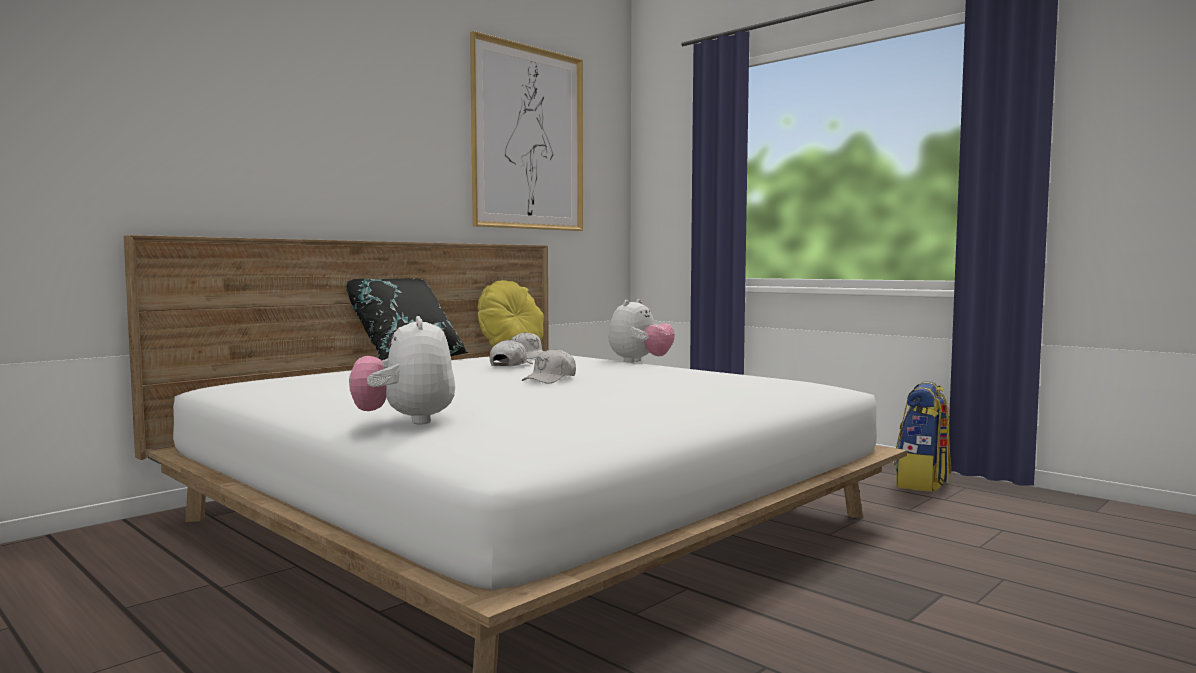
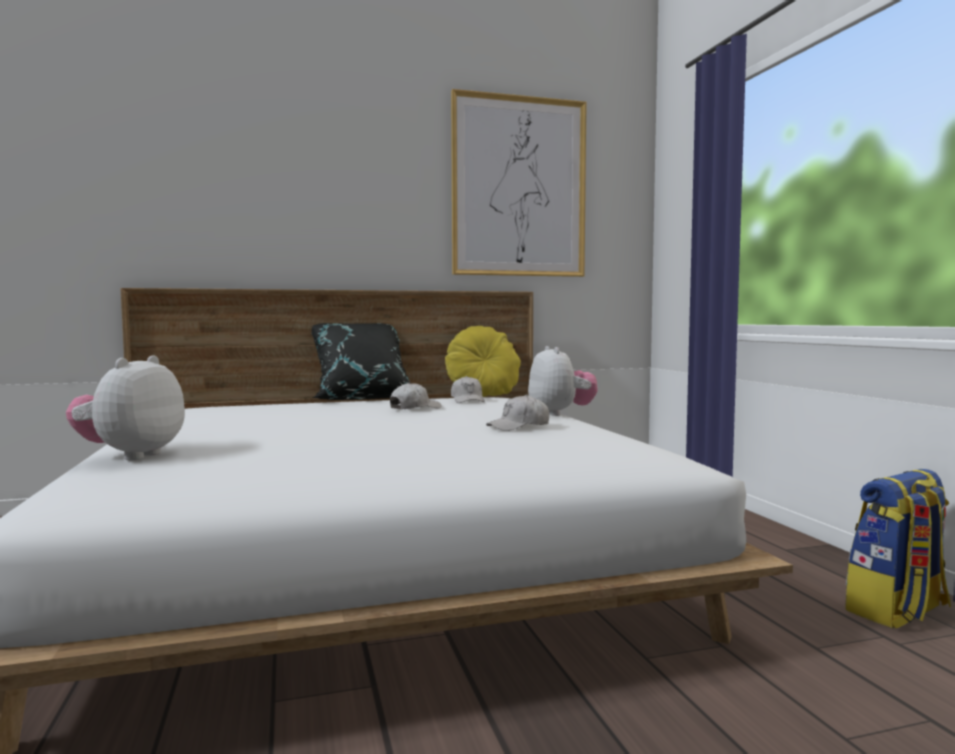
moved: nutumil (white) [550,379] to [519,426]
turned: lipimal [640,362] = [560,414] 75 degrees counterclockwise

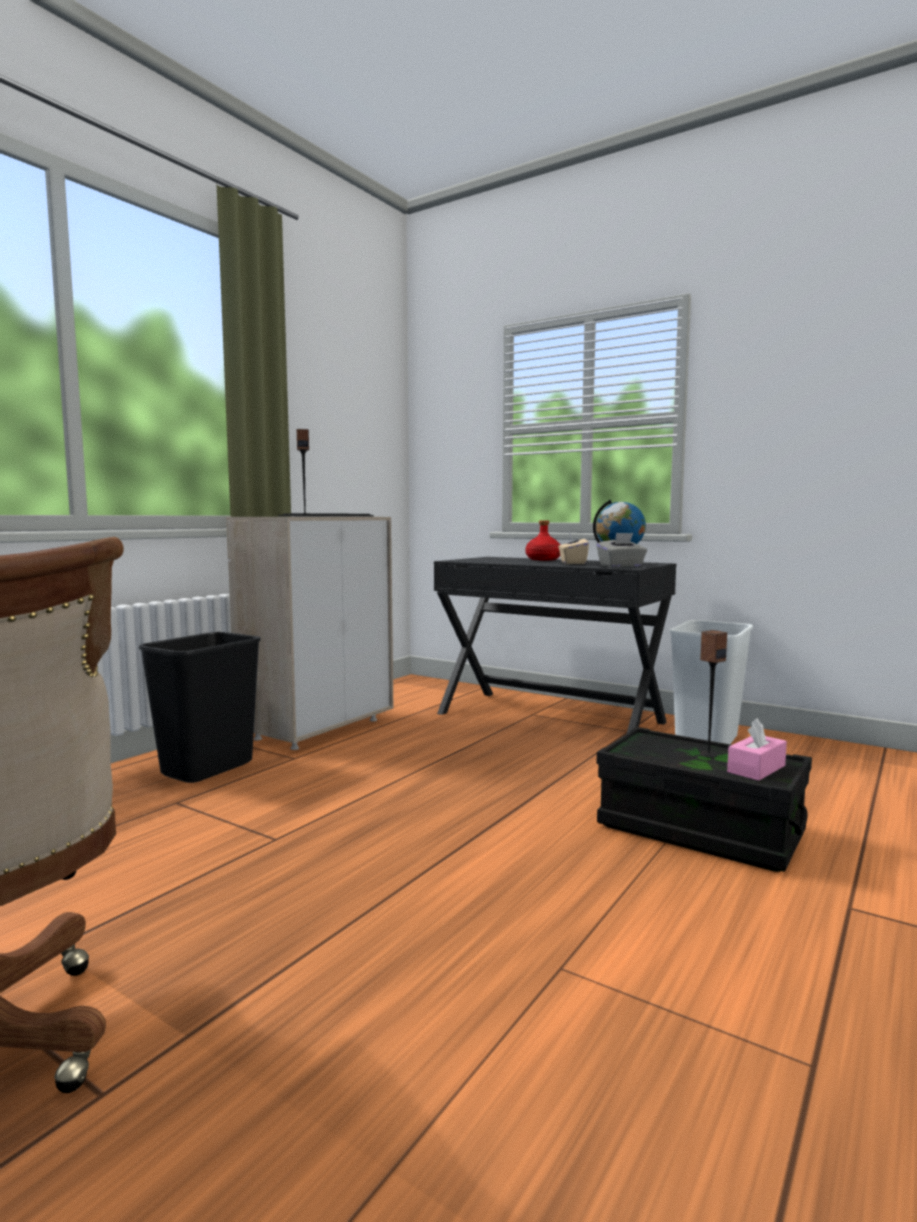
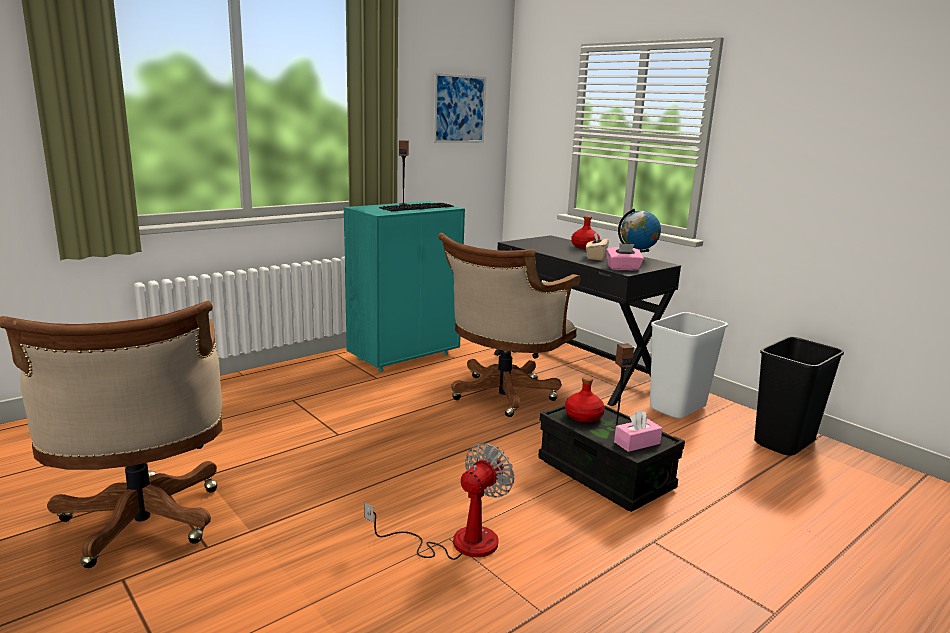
added: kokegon [457,542]; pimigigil [459,109]; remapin [501,396]; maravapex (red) [583,416]
moved: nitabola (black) [207,769] to [783,442]
recoloured: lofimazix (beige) [319,728] to lofimazix (turquoise) [404,356]; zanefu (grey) [621,566] to zanefu (pink) [623,268]

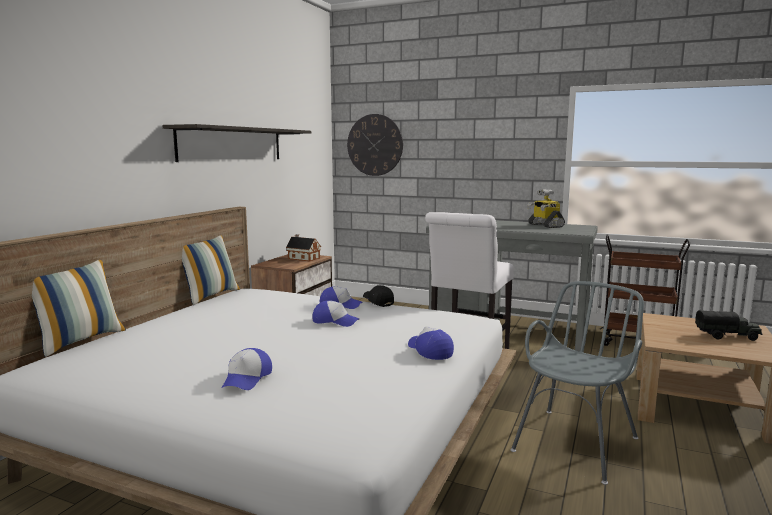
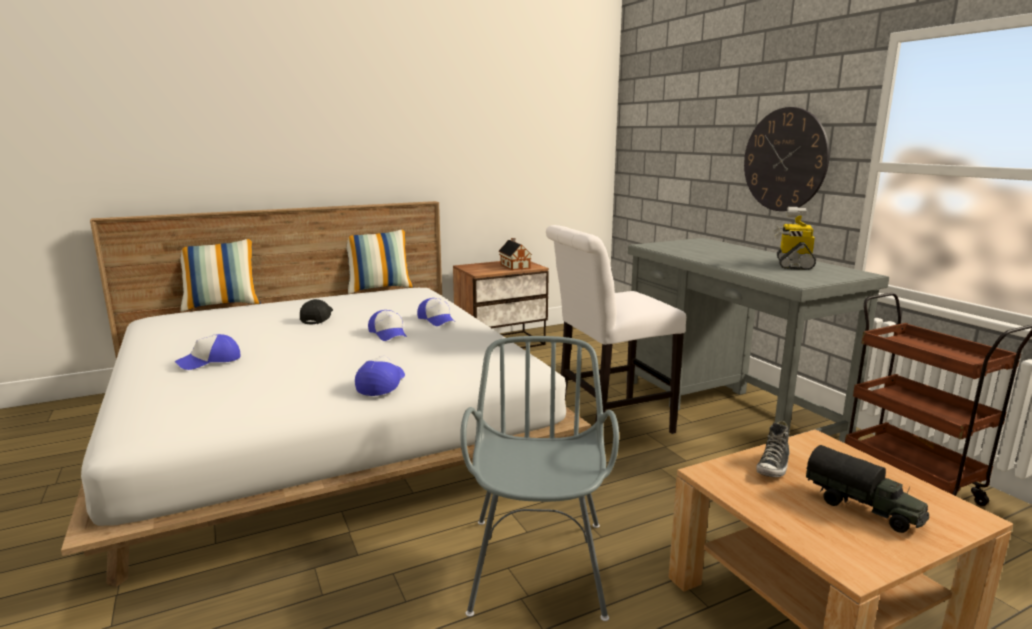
removed: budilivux [232,144]
added: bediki [773,466]
moved: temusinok [375,145] to [785,160]; nutumil (black) [378,302] to [317,318]
turned: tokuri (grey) [576,441] = [538,559] 75 degrees counterclockwise

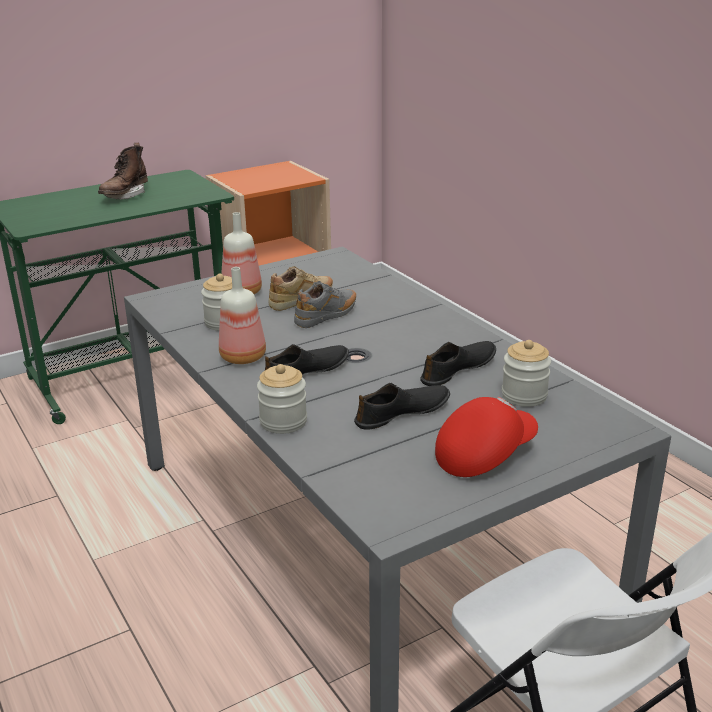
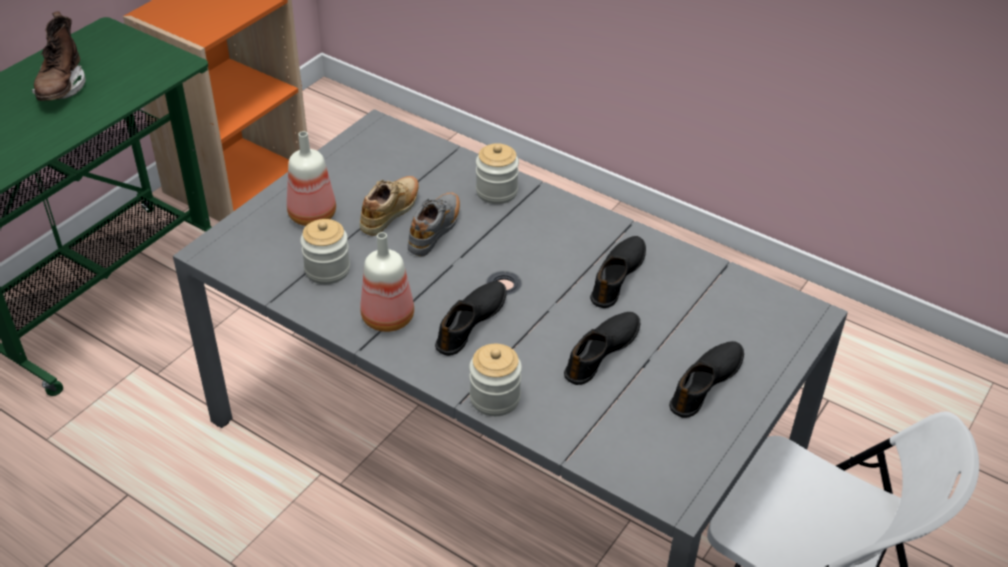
moved: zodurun [524,396] to [496,192]
replaced: nutumil (red) [484,454] to bediki (black) [706,384]

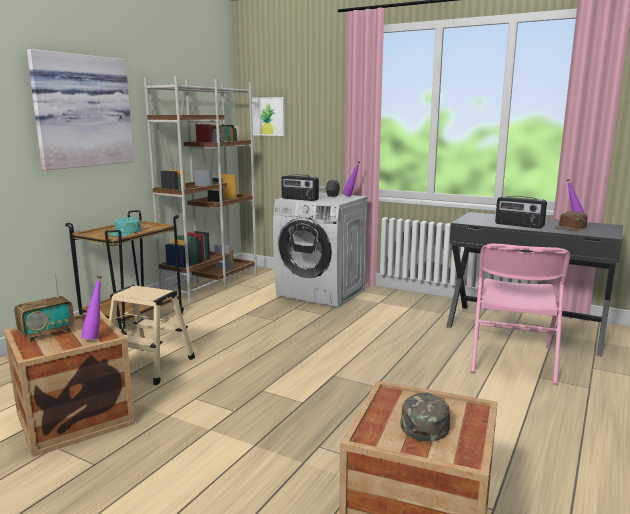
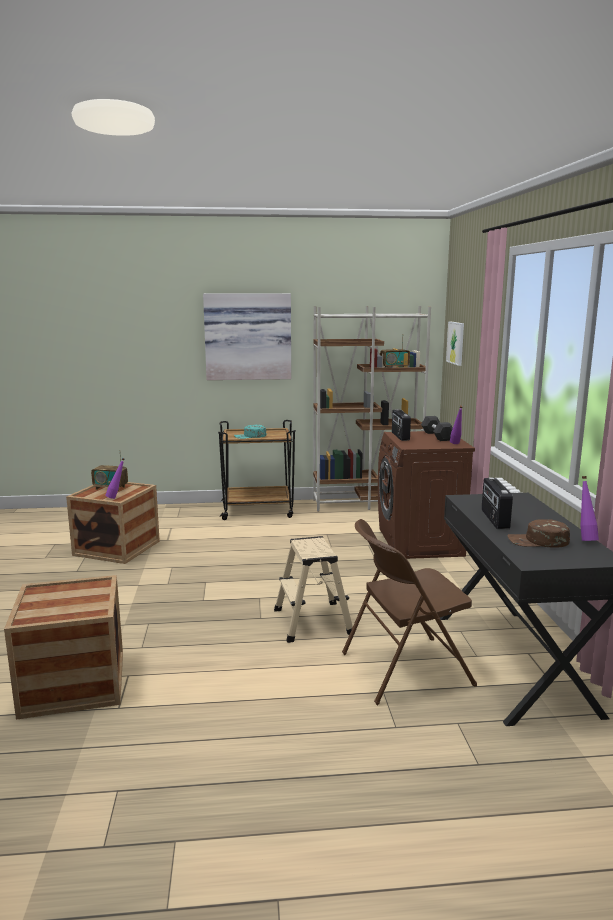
removed: nutumil (green) [425,420]
moved: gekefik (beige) [150,365] to [313,621]
recoloured: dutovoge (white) [321,294] to dutovoge (brown) [420,544]; tokuri (pink) [511,359] to tokuri (brown) [406,668]

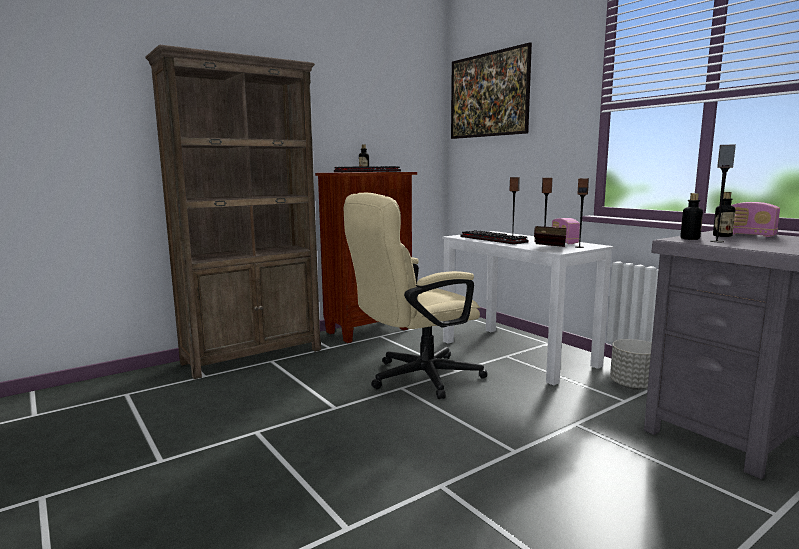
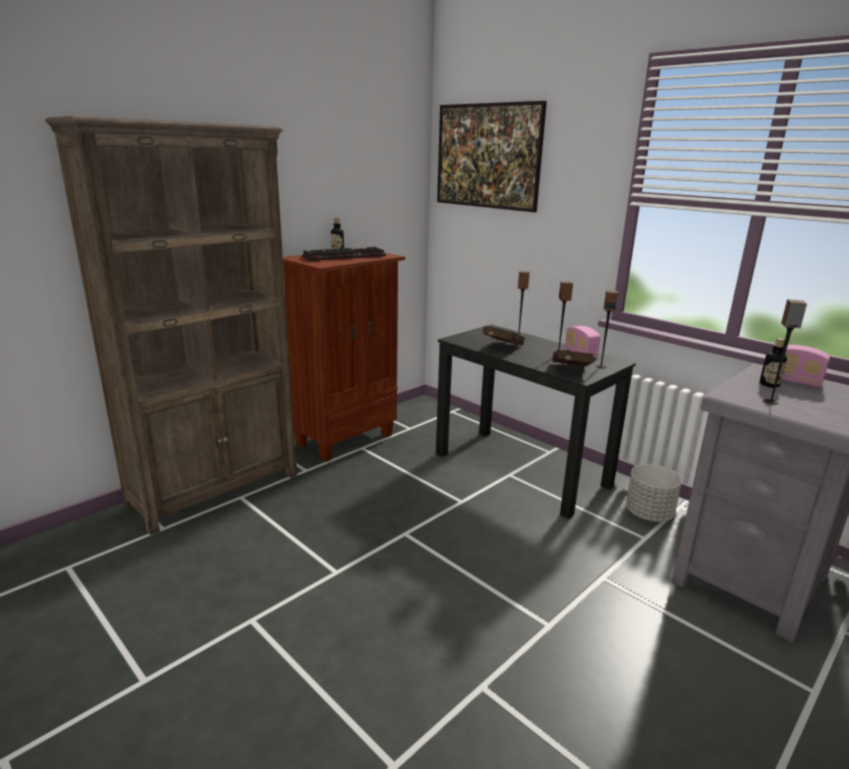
removed: remapin (beige) [415,378]; maravapex [690,239]
replaced: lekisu [494,239] to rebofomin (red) [501,348]
recoloured: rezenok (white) [518,353] to rezenok (black) [521,469]

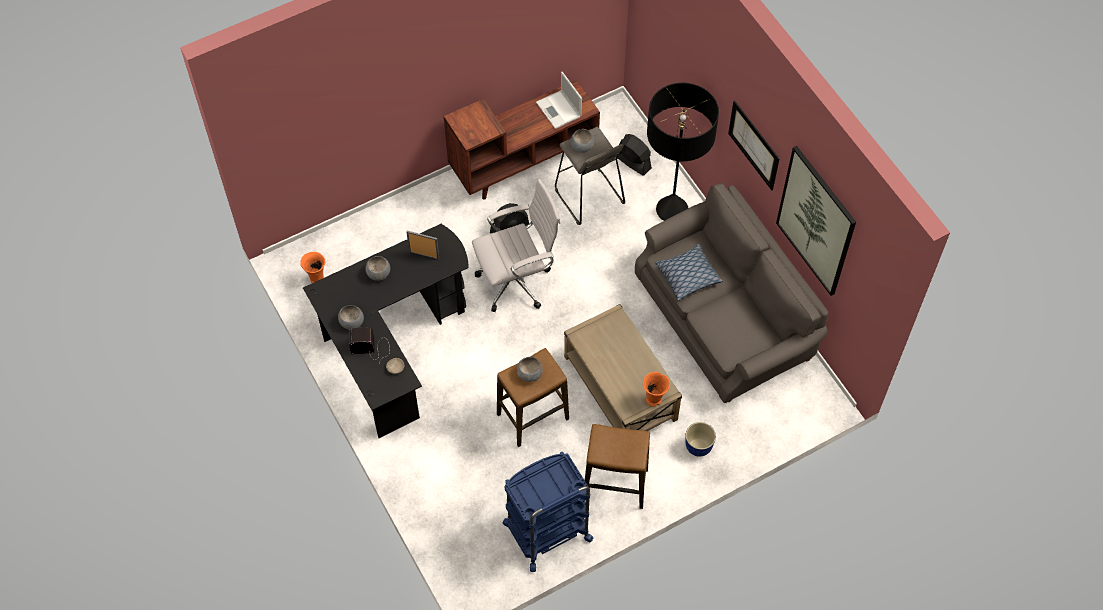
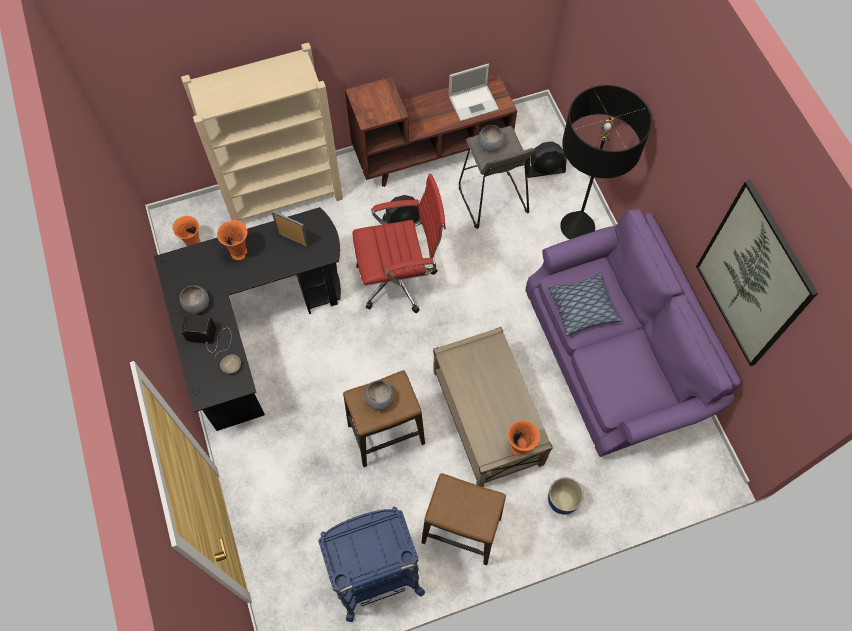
removed: pimigigil [753,145]
added: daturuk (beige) [283,194]
replaced: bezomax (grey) [379,273] to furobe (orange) [239,252]
recoloured: remapin (white) [517,281] to remapin (red) [400,279]; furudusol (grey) [724,319] to furudusol (purple) [615,356]
turned: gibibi [559,110] = [474,102] 90 degrees counterclockwise; kokegon (black) [633,162] = [544,170] 120 degrees clockwise

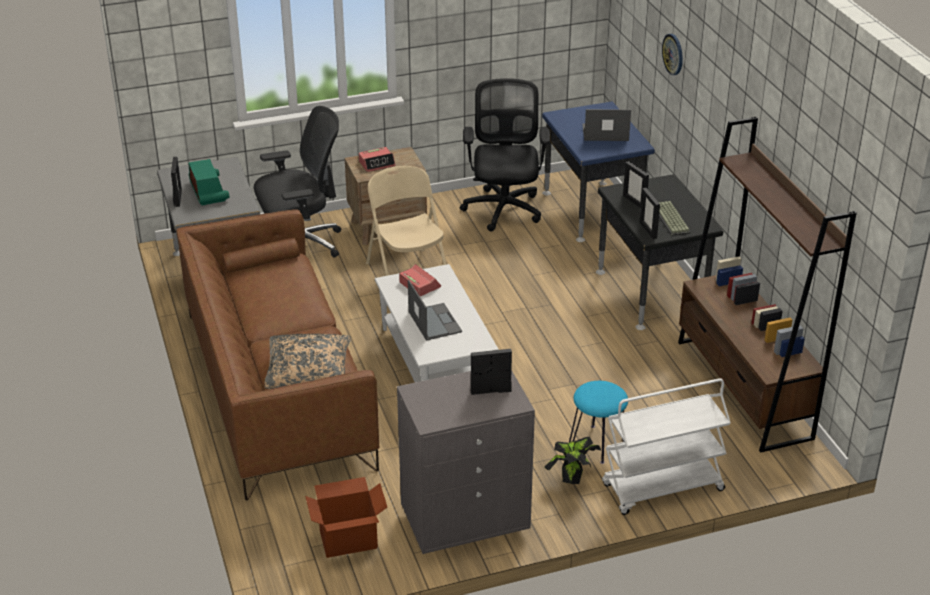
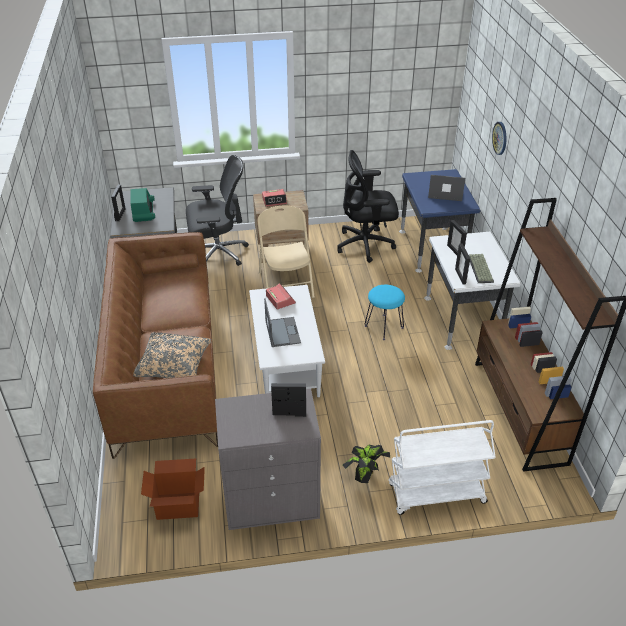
moved: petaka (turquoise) [597,444] to [383,327]
recoloured: rezenok (black) [651,292] to rezenok (white) [463,319]
turned: remapin (black) [504,212] = [368,243] 105 degrees counterclockwise

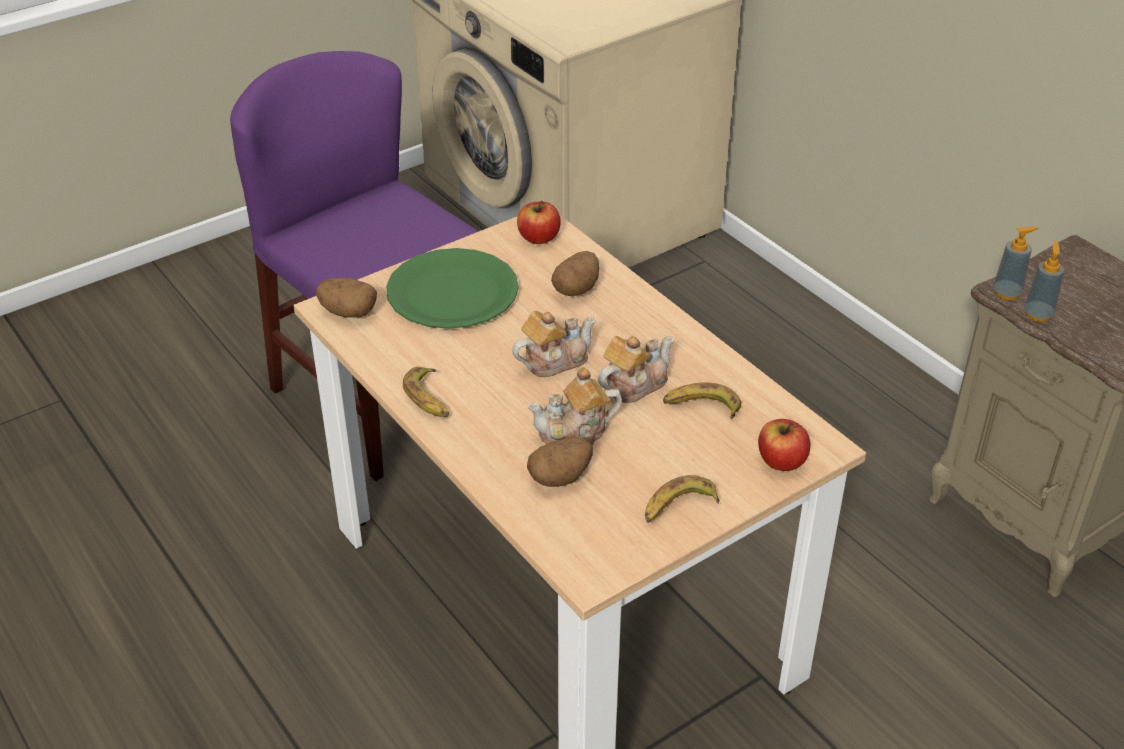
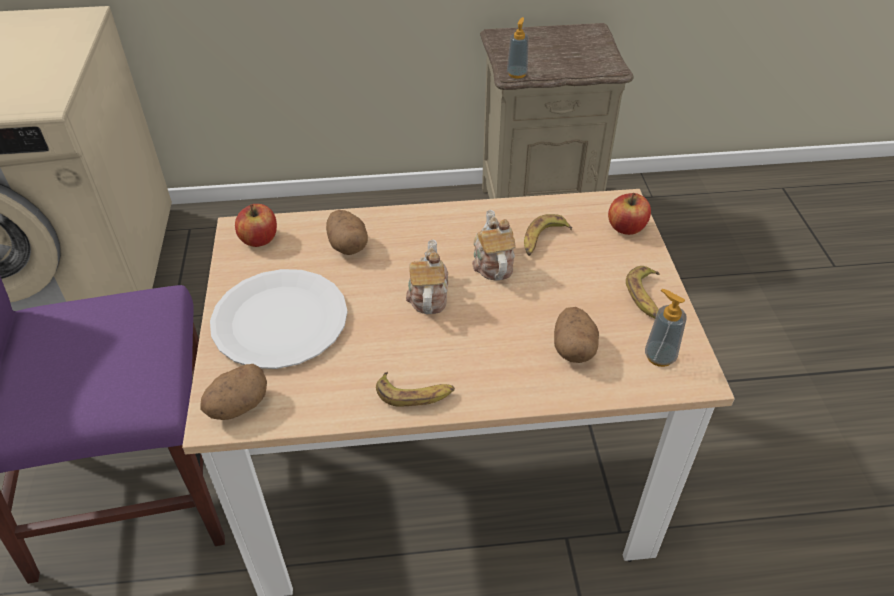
removed: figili [575,432]
moved: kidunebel [1038,314] to [659,356]
recoloured: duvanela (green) [452,292] to duvanela (white) [279,320]

